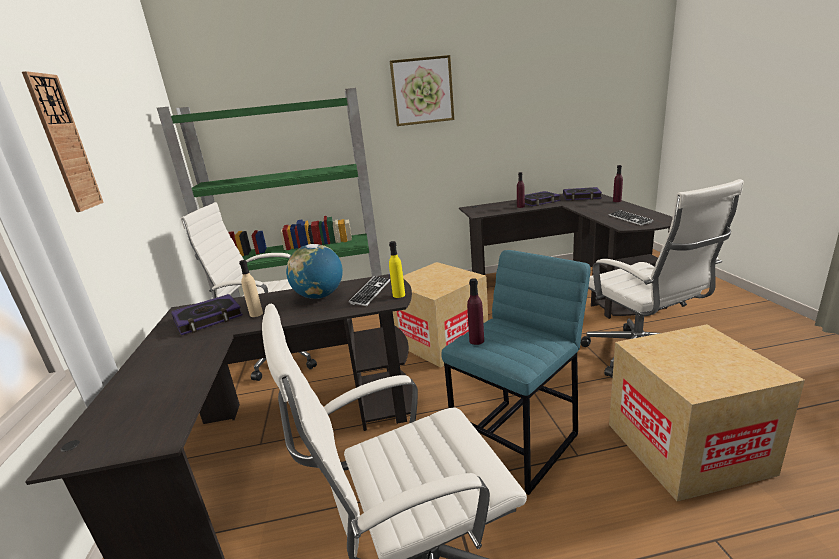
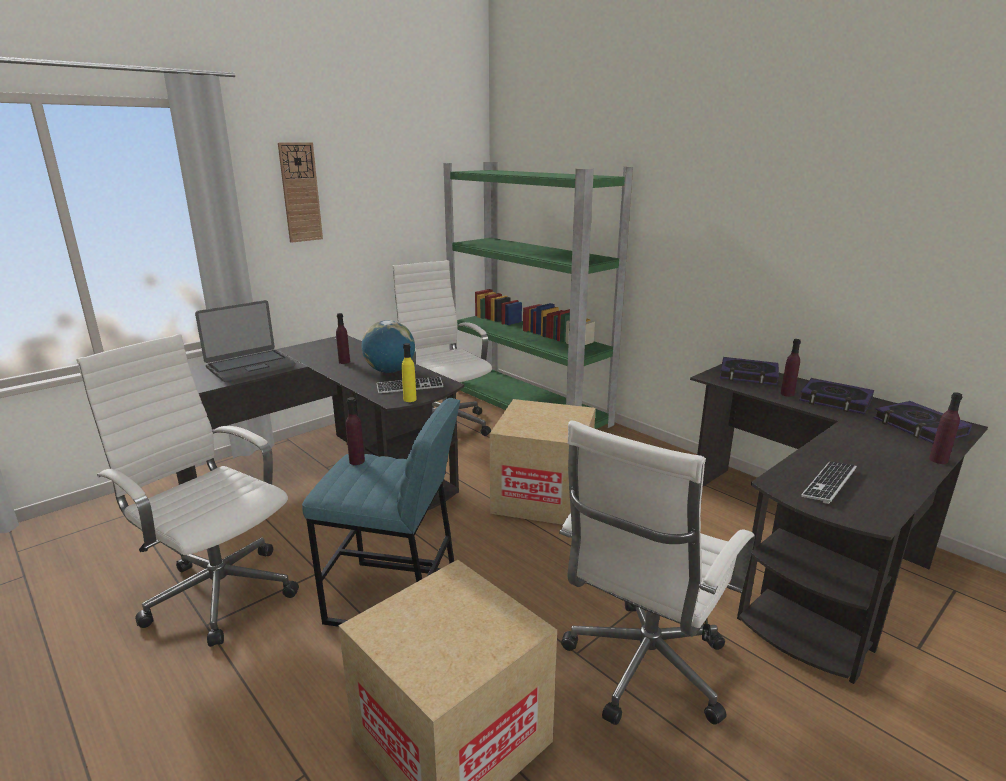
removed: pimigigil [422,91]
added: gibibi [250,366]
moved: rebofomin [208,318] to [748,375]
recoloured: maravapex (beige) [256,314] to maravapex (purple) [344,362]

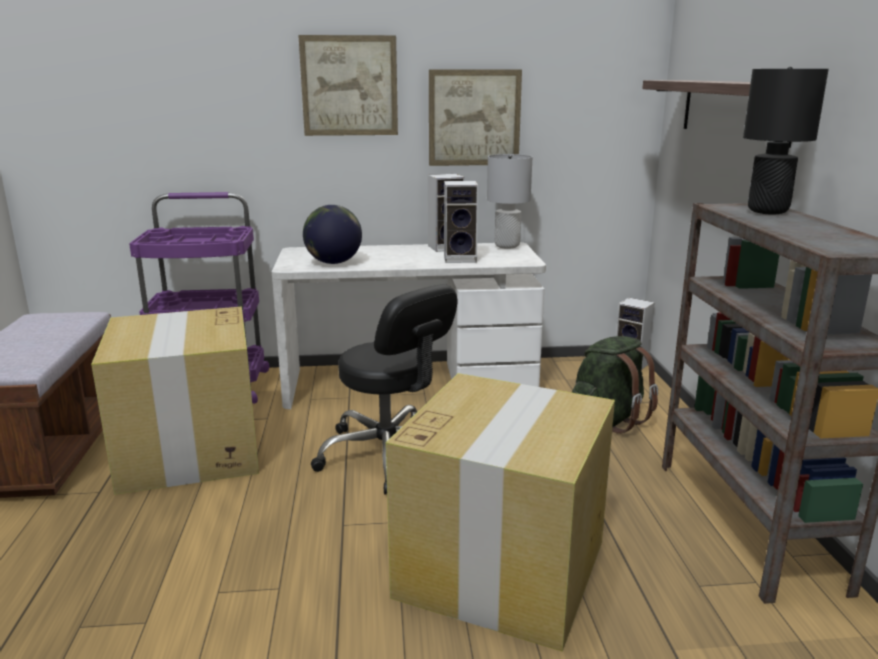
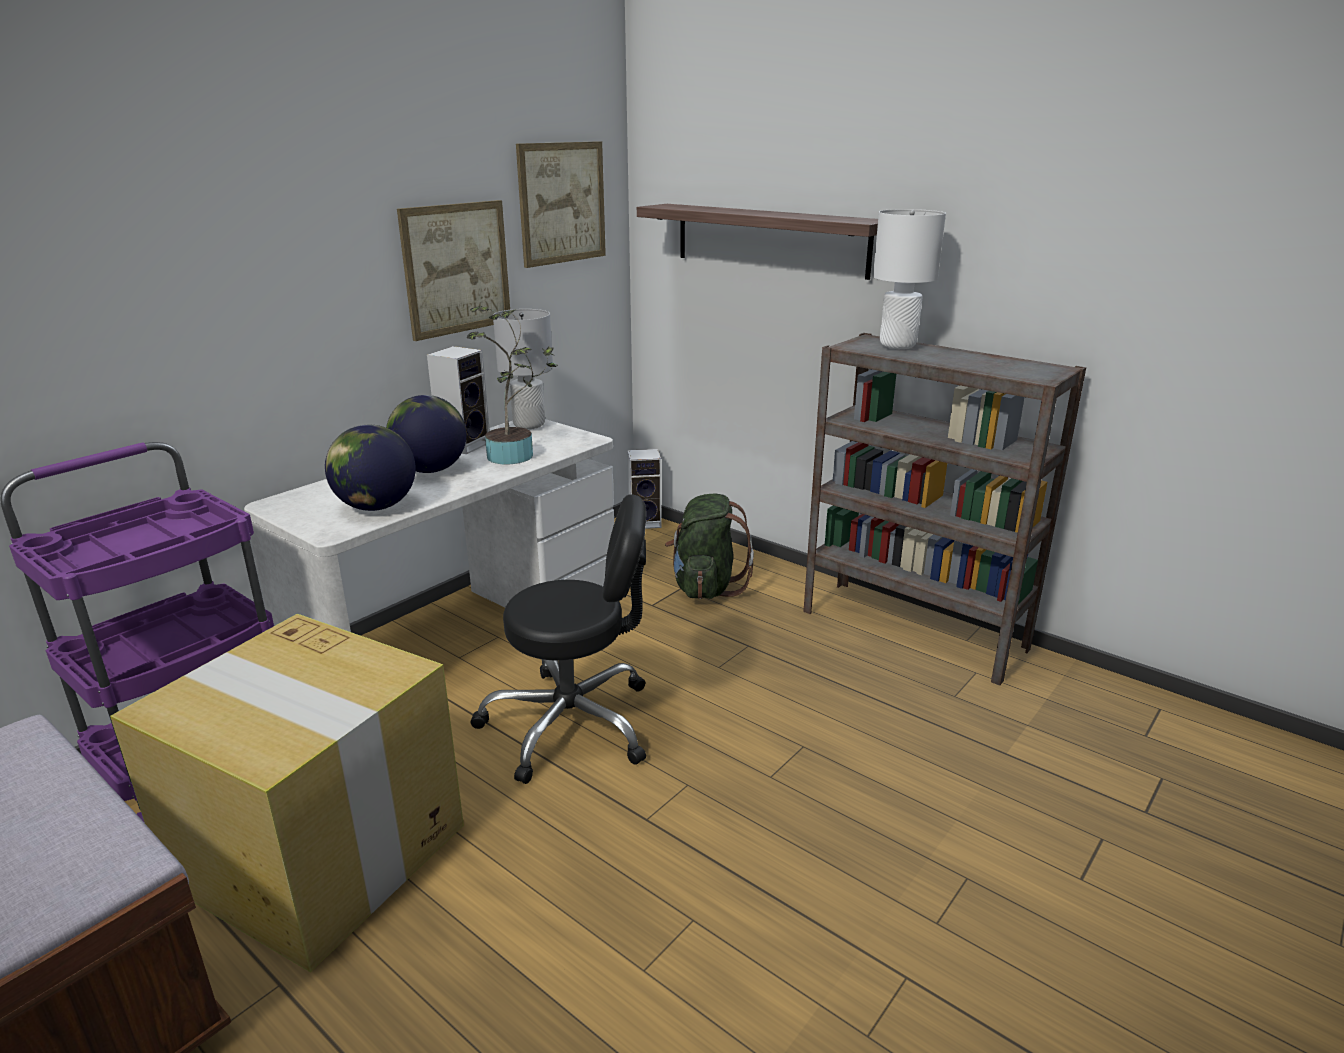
removed: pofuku [502,567]
added: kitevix [430,470]
moved: pimigigil [349,86] to [562,203]
replaced: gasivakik [461,259] to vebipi [516,455]
recoloured: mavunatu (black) [768,213] to mavunatu (white) [898,347]

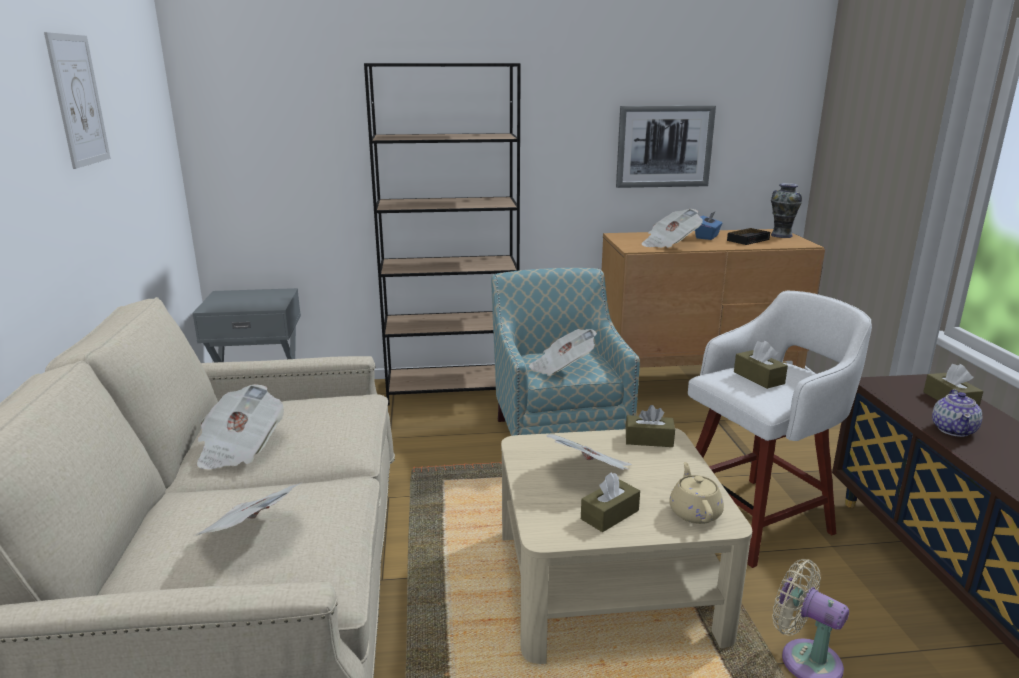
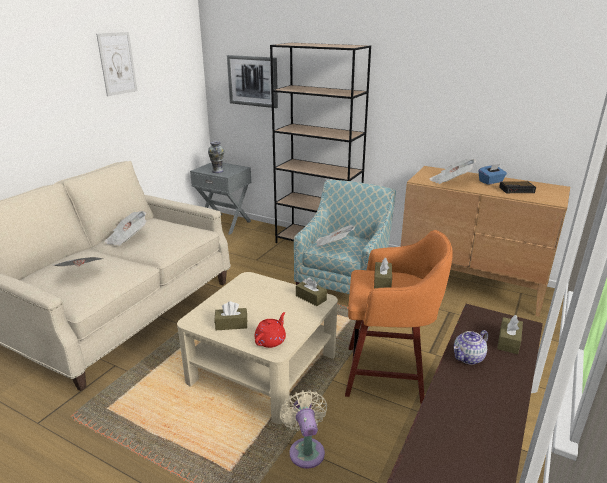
removed: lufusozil [591,473]
moved: pimigigil [664,146] to [253,81]; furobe [781,235] to [217,171]
recoloured: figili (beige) [694,512] to figili (red) [271,340]; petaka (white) [757,518] to petaka (orange) [387,374]

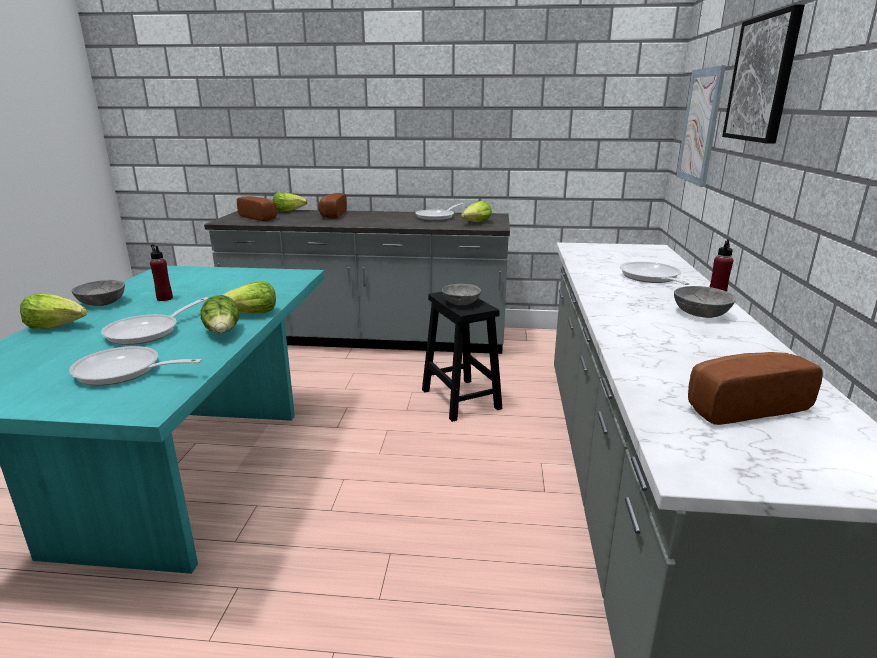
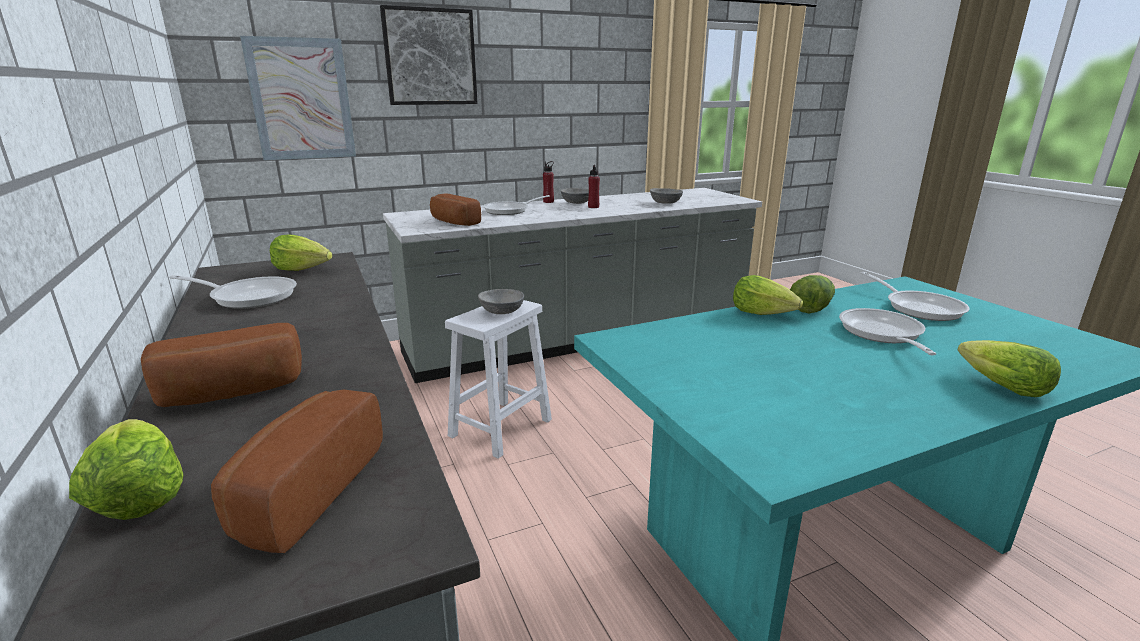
moved: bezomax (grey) [102,302] to [665,203]; maravapex (red) [164,298] to [593,207]; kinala [740,405] to [452,222]
recoloured: petaka (black) [461,400] to petaka (white) [501,427]
turned: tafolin [149,332] = [882,334] 90 degrees counterclockwise

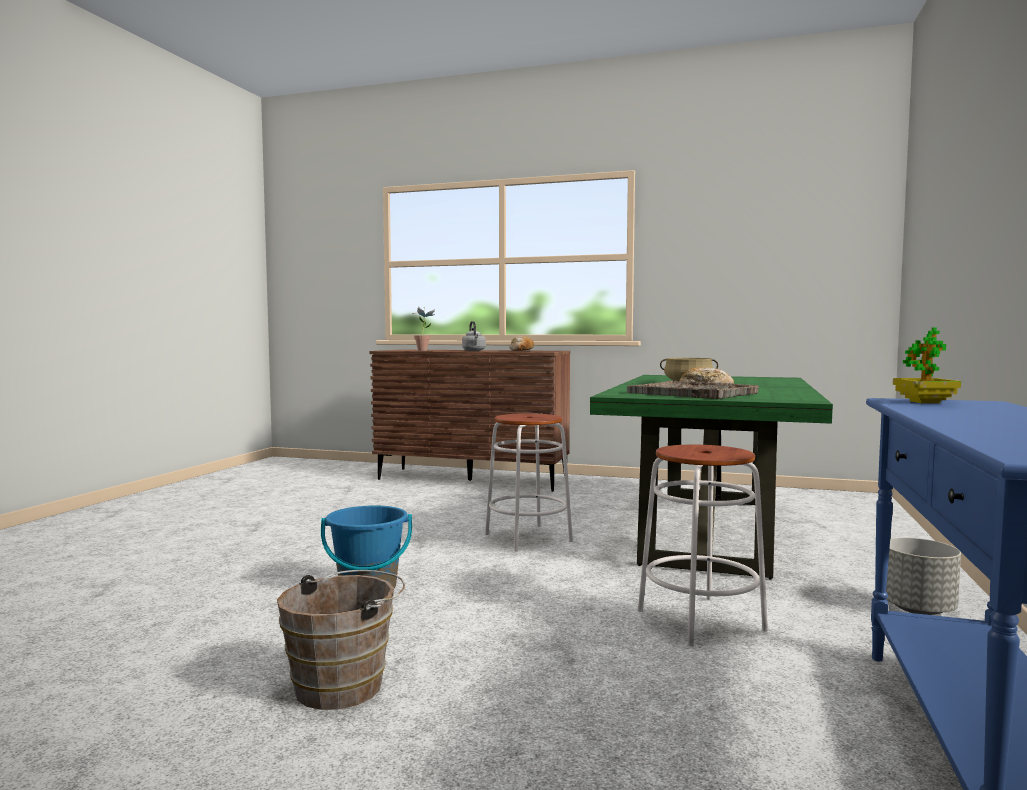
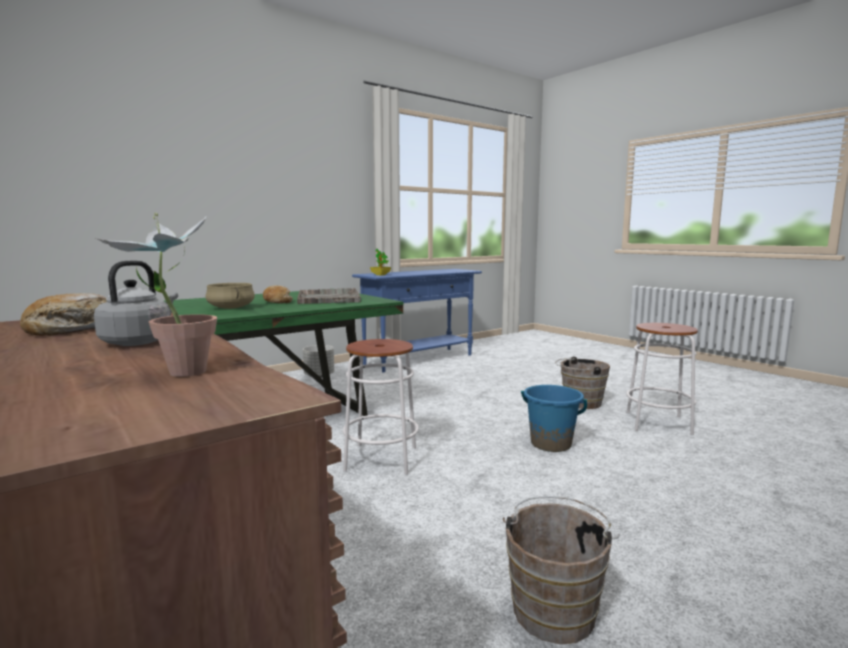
added: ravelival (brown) [554,608]
moved: petaka (white) [700,620] to [658,423]

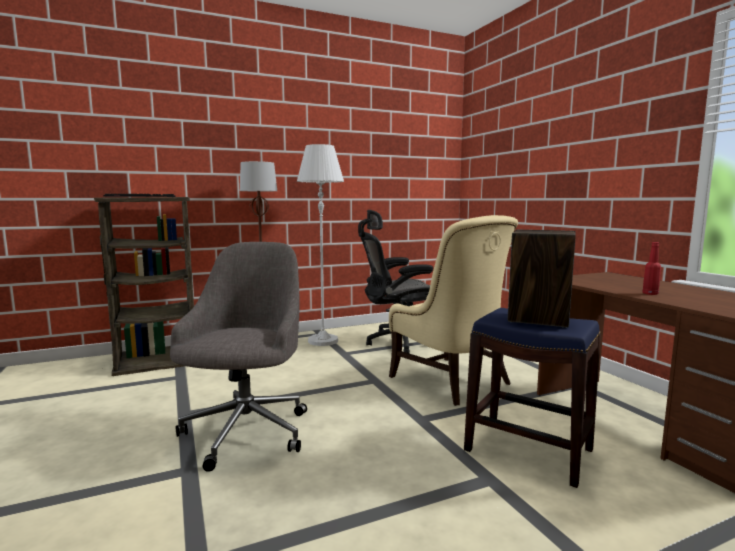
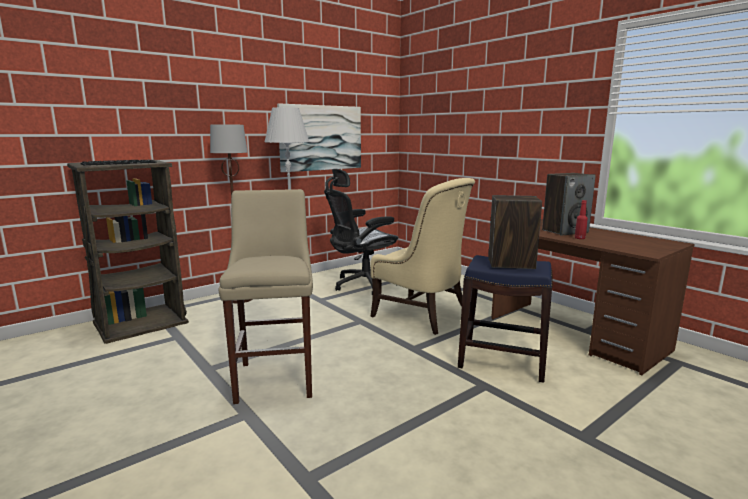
added: pimigigil [321,138]; gasivakik [565,231]
replaced: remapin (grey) [246,431] to petaka (beige) [276,377]

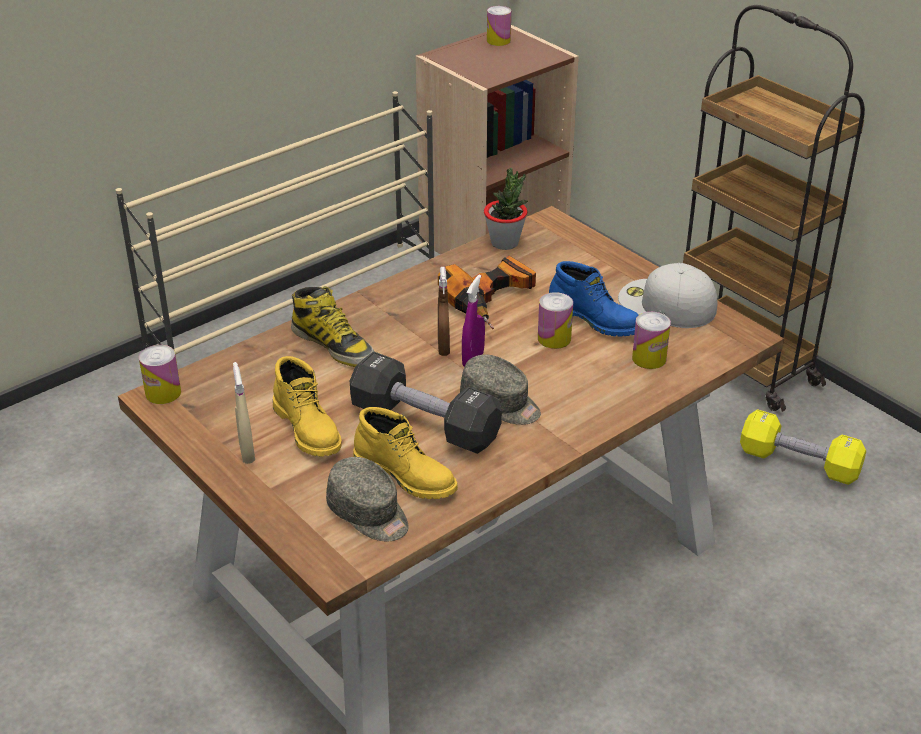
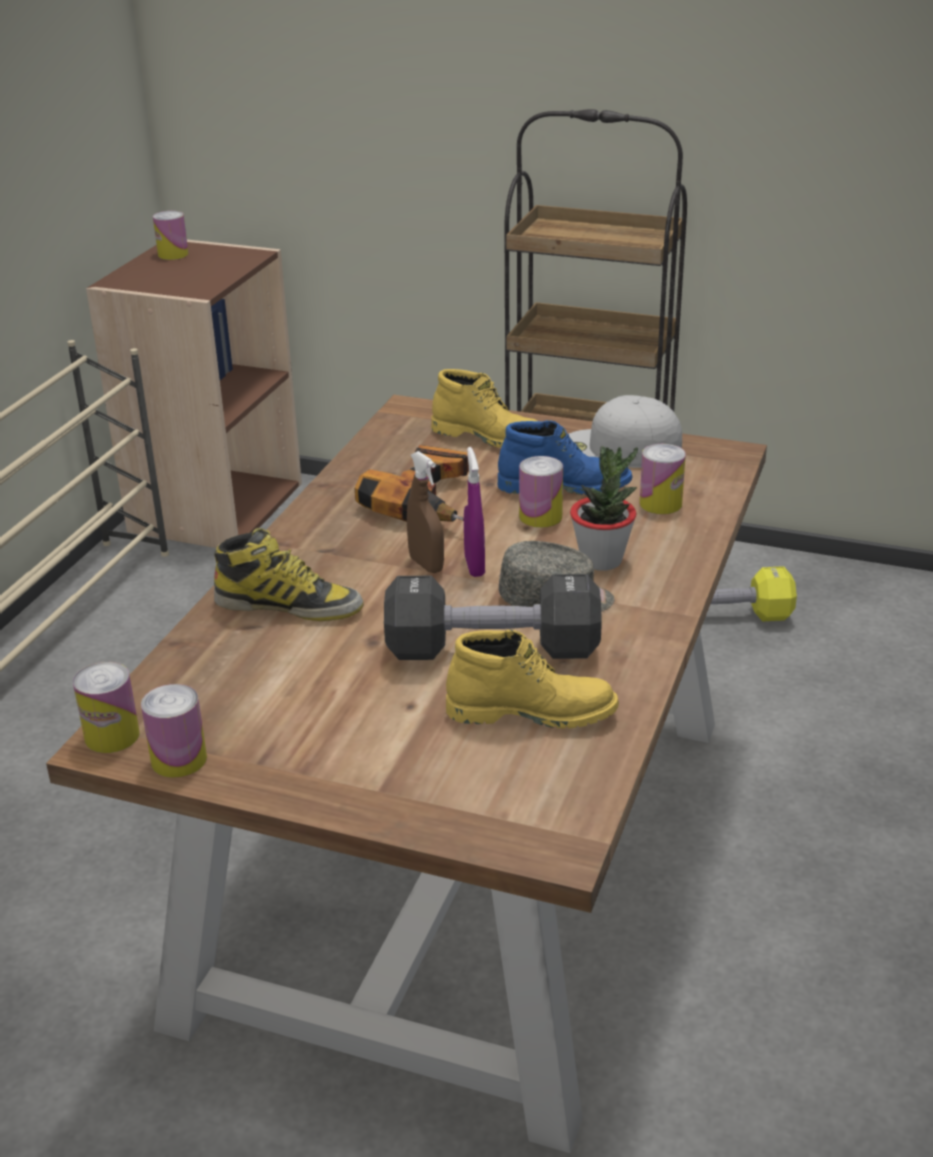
removed: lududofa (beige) [247,452]; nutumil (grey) [369,514]
added: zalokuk [179,759]
moved: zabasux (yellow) [309,429] to [489,437]; vebipi [505,243] to [601,560]

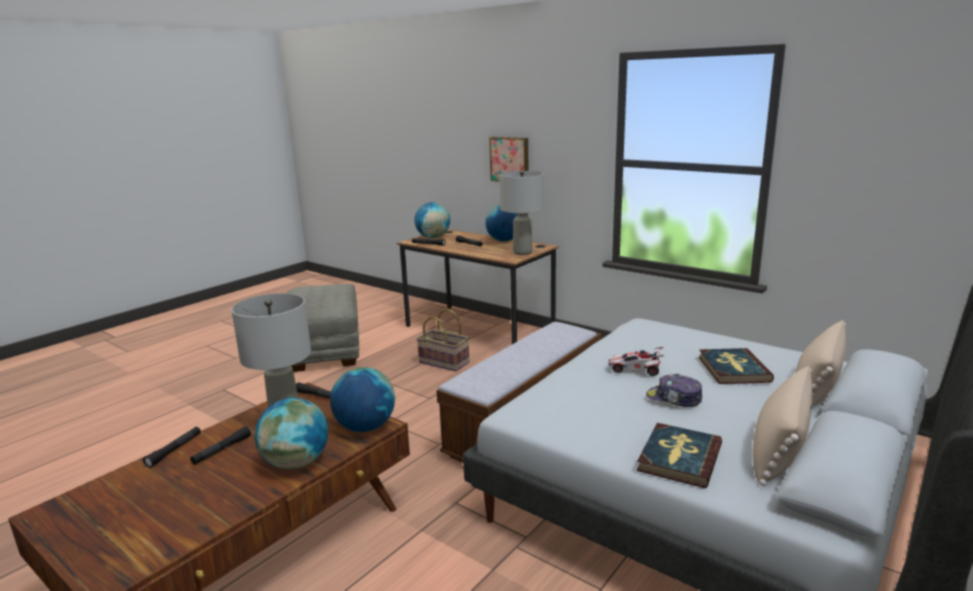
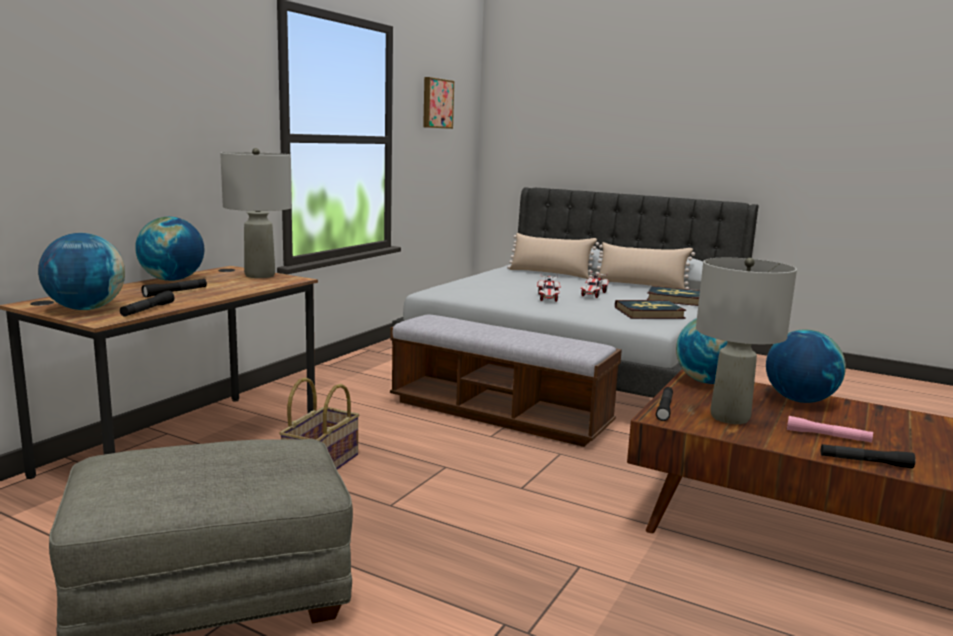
moved: pimigigil [510,159] to [436,103]; rebofomin [733,369] to [649,313]
replaced: nutumil [674,399] to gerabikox [593,294]
recoloured: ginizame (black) [222,450] to ginizame (pink) [828,436]

